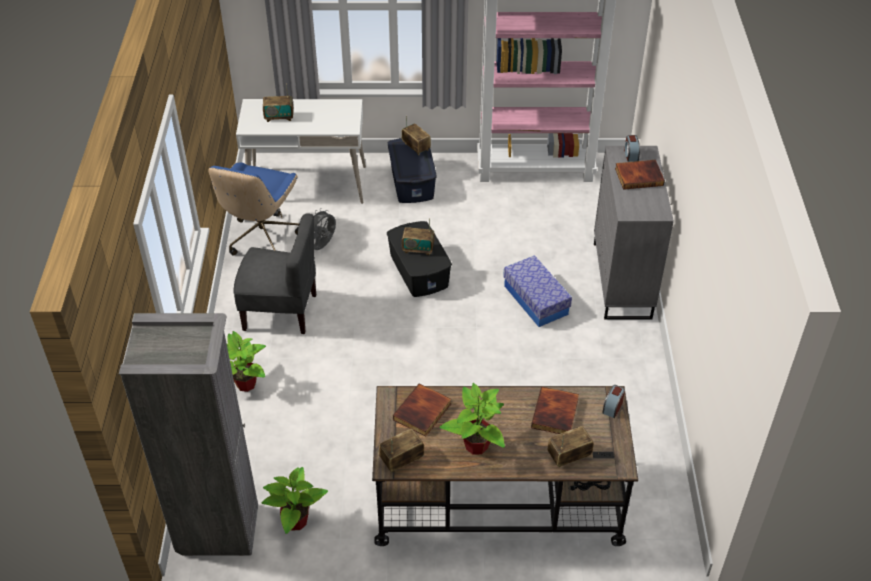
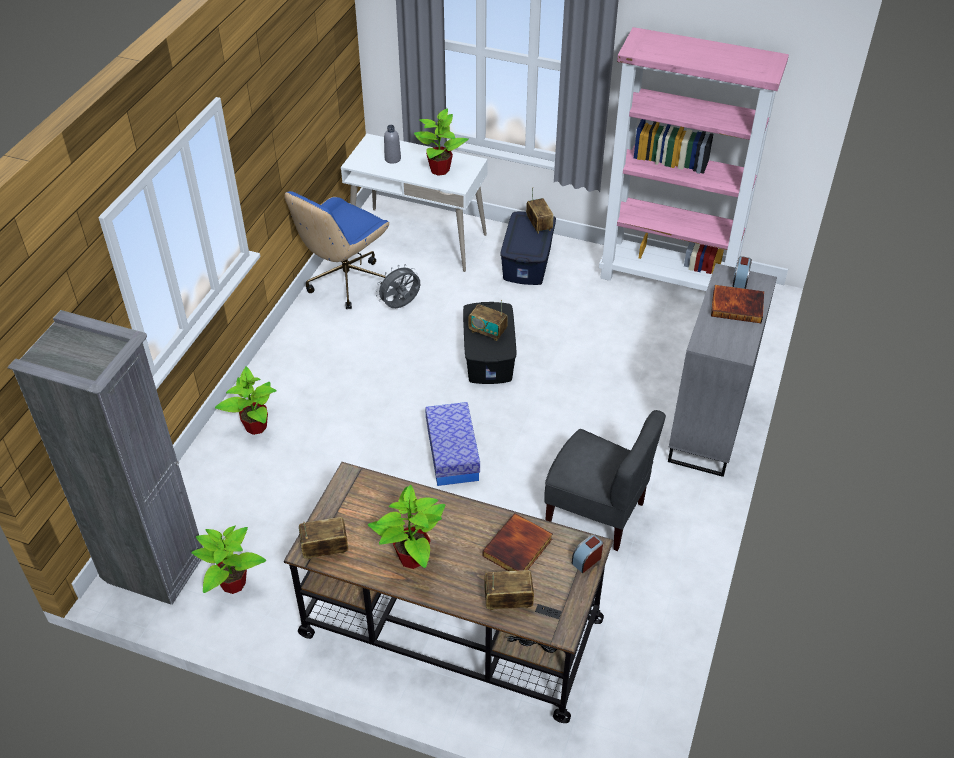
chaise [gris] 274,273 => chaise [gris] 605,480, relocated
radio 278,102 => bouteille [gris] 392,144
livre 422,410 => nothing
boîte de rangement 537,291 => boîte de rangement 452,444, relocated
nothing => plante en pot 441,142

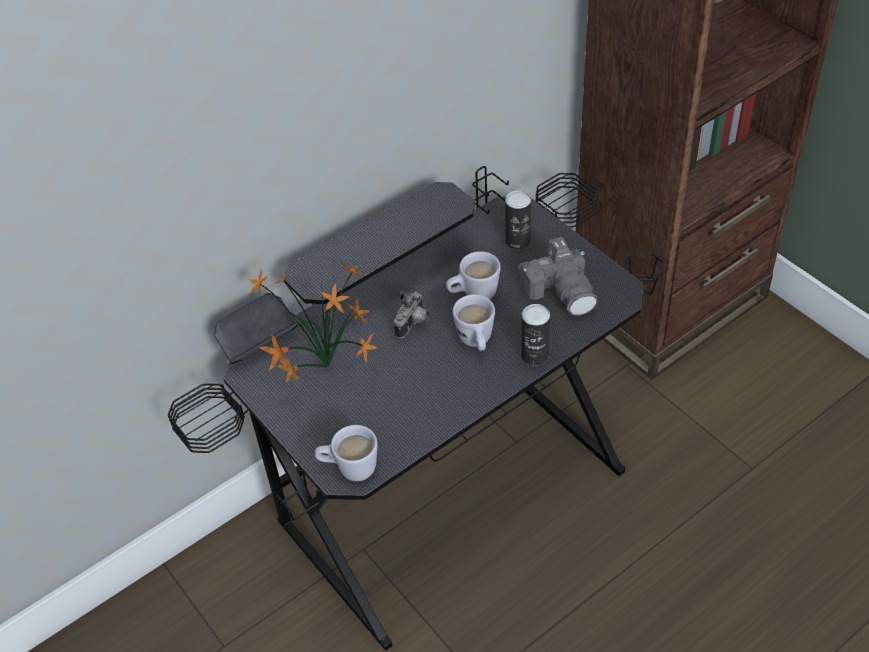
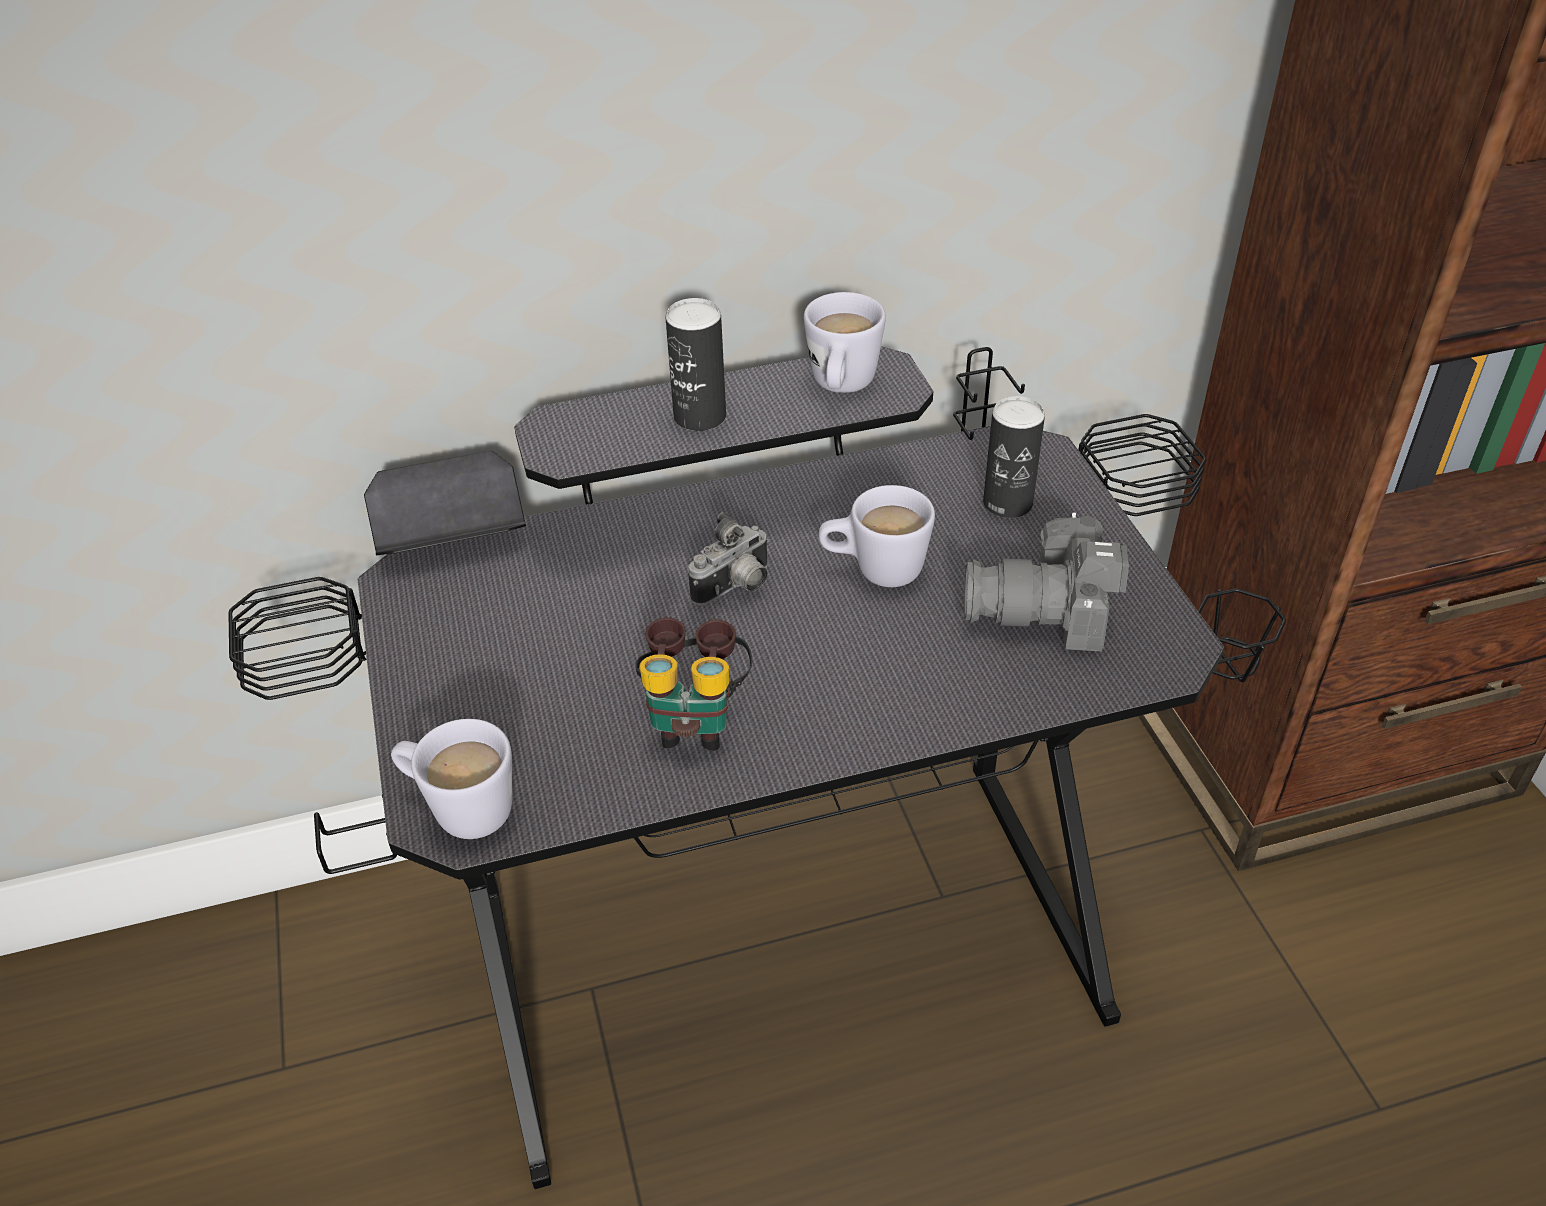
plante en pot 312,321 => nothing
mug [blanc] 474,322 => mug [blanc] 845,342, relocated
appareil photo 557,276 => appareil photo 1046,582, 90 degrees clockwise
boîte métallique 535,335 => boîte métallique 695,364, relocated
nothing => jumelles 693,684

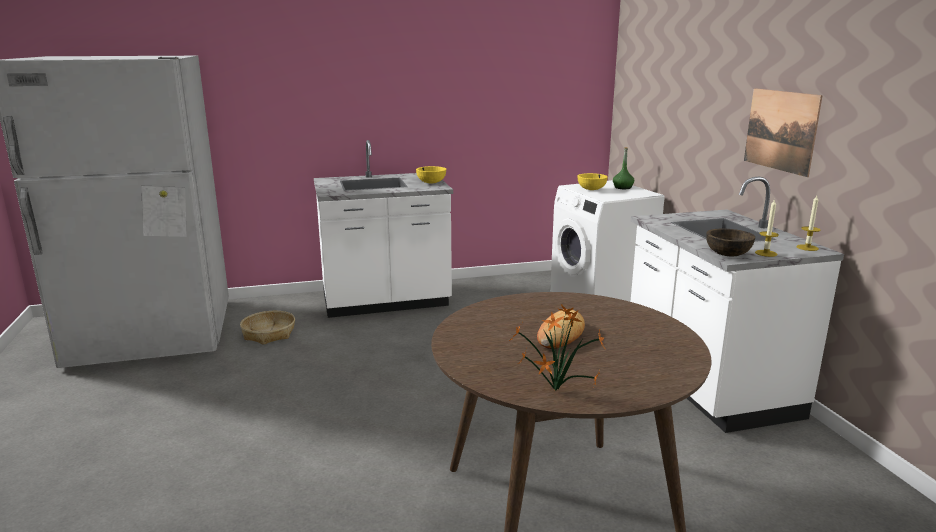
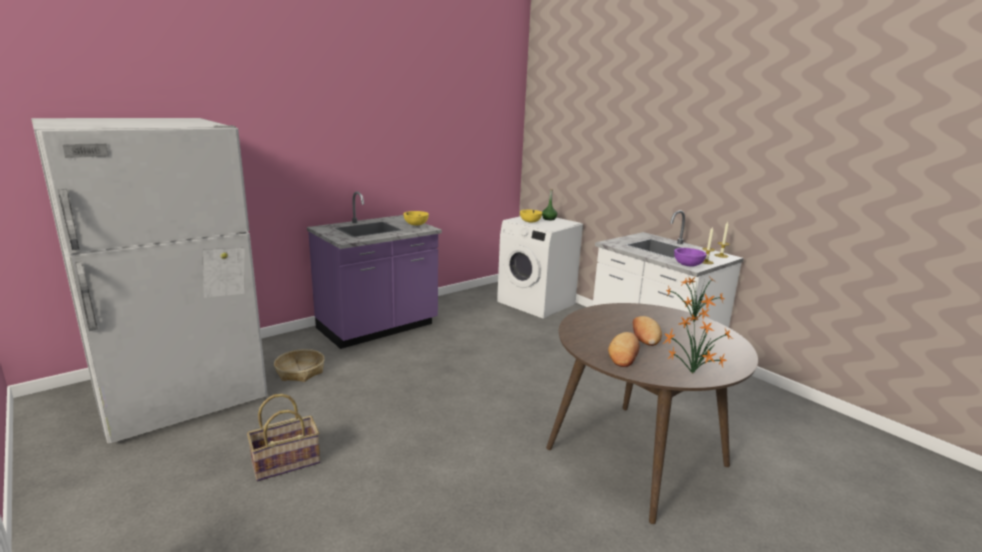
comptoir de cuisine [blanc] 383,229 => comptoir de cuisine [violet] 374,270
bol [marron] 730,242 => bol [violet] 690,257
tableau 783,132 => nothing
nothing => panier 283,437
nothing => pain 624,349
nothing => plante en pot 695,299

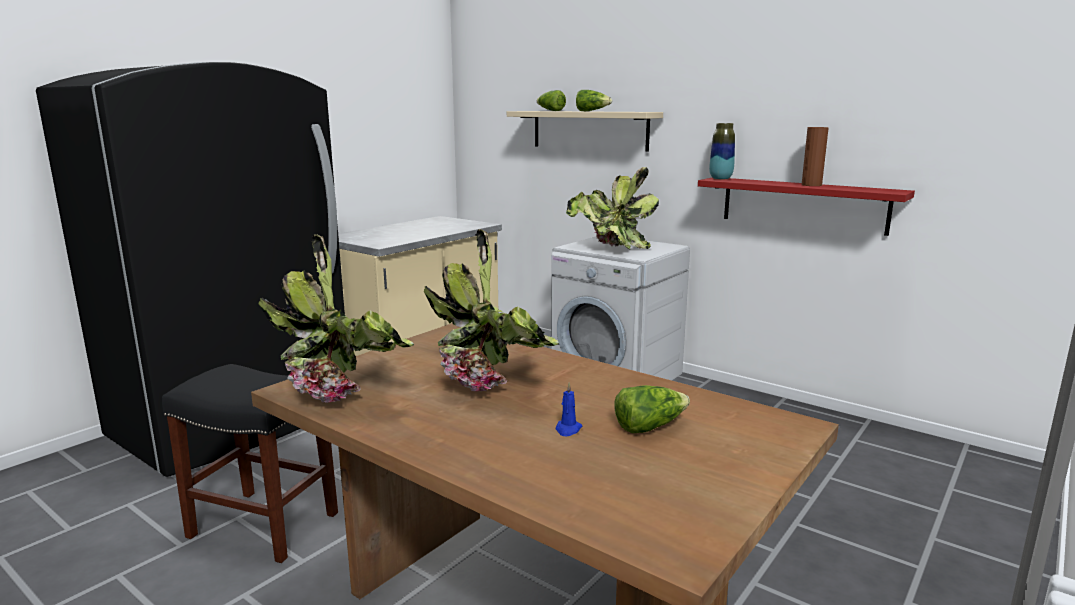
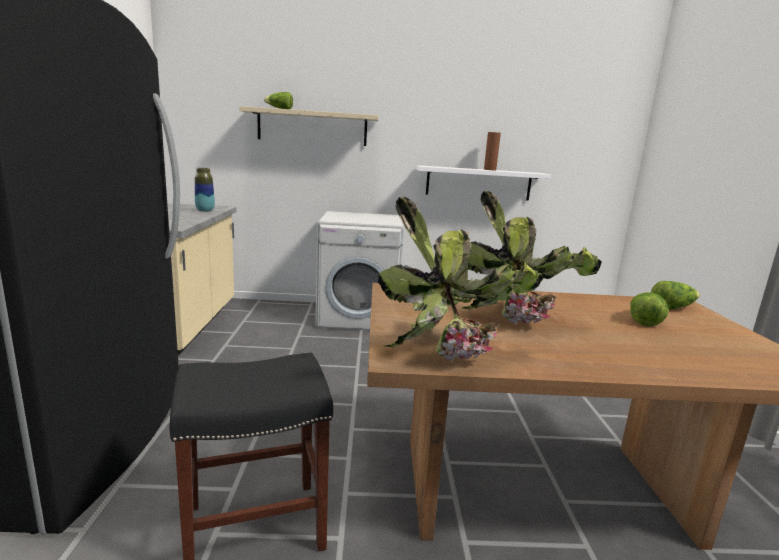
bougie [bleu] 569,409 => nothing
plante en pot 612,208 => nothing
laitue 594,100 => laitue 675,295, relocated
étagère [rouge] 806,207 => étagère [blanc] 484,183
vase 722,151 => vase 205,190, relocated

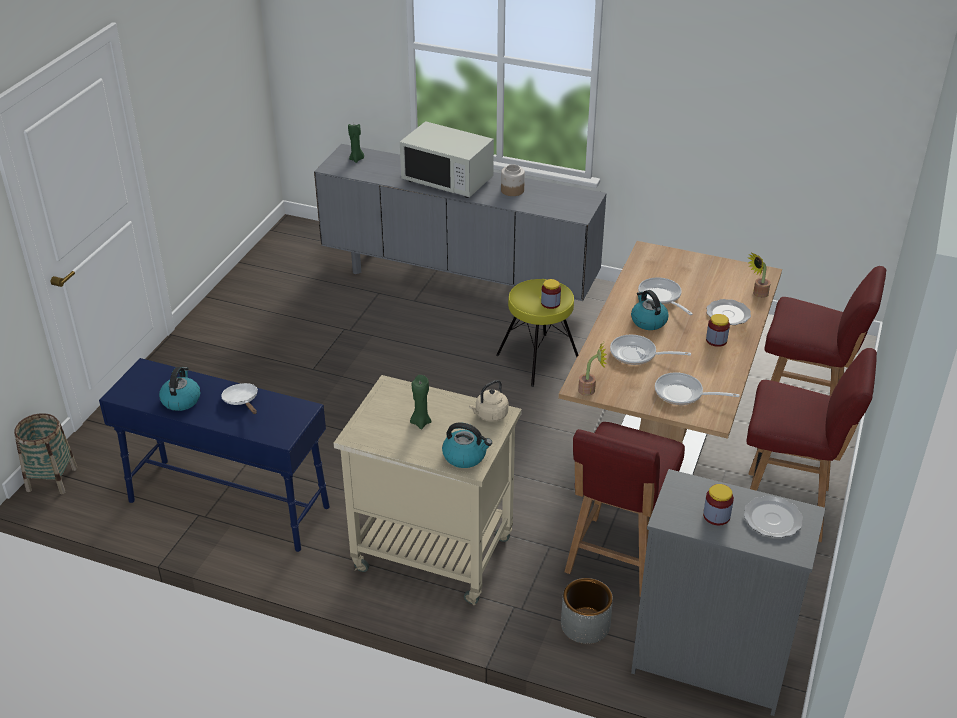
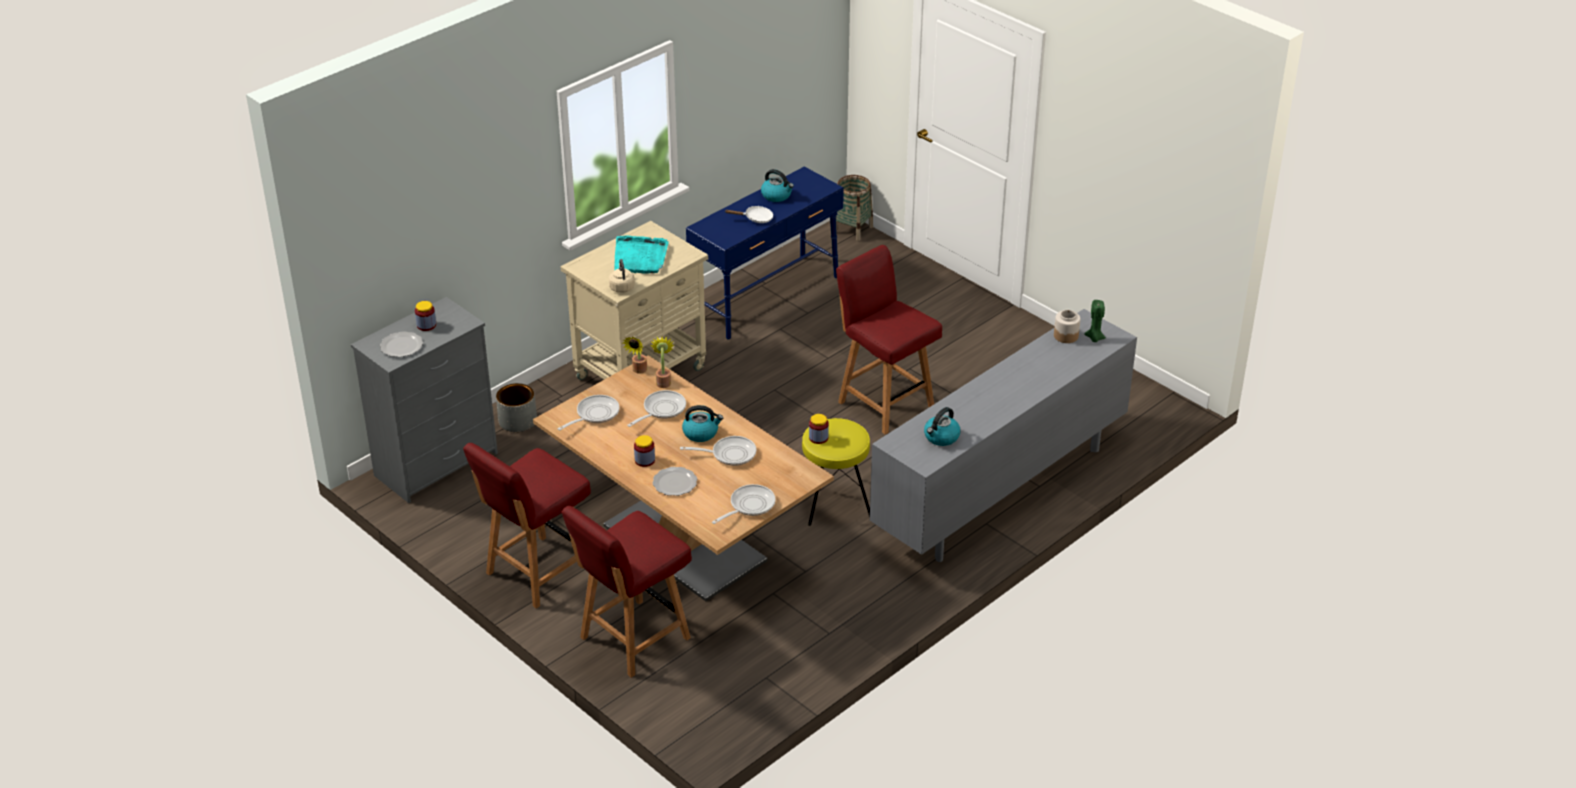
micro-ondes [blanc] 447,159 => nothing
bougie [vert] 421,402 => plateau [turquoise] 642,254
bouilloire 467,445 => bouilloire 942,426, relocated
bocal 513,180 => bocal 1067,326, relocated
chaise [rouge] 624,509 => chaise [rouge] 889,340, relocated
plante en pot 760,275 => plante en pot 662,362, relocated
nothing => poêle 744,504

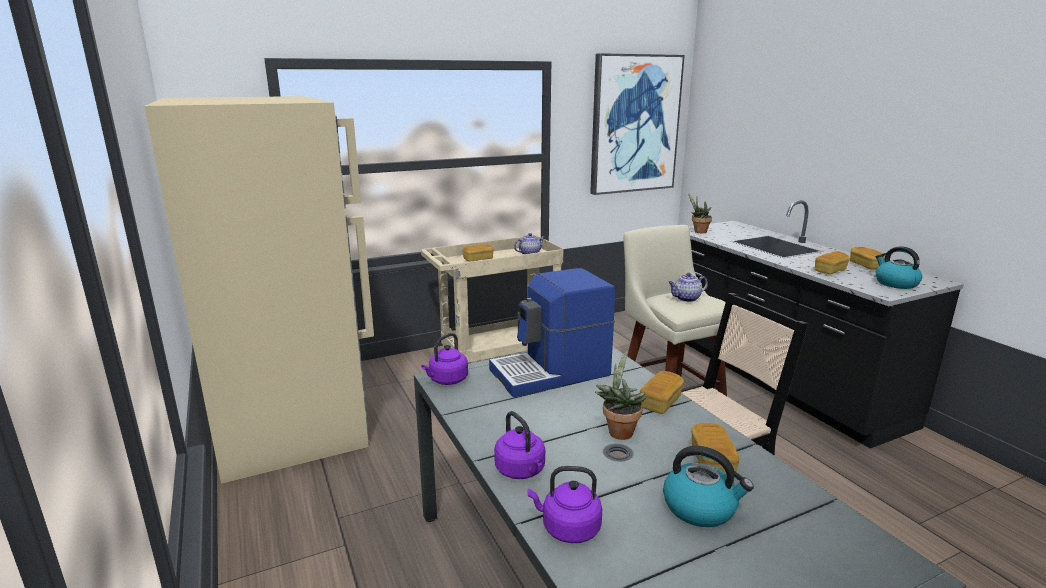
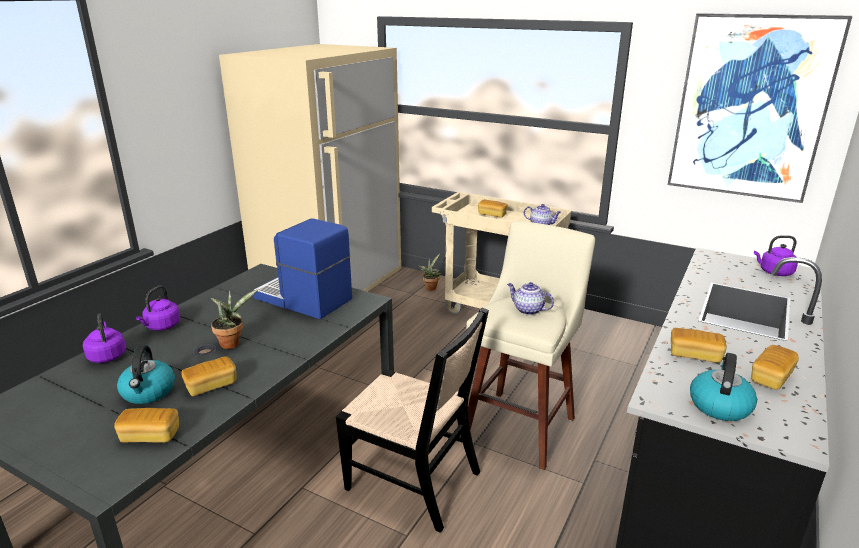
bouilloire [violet] 444,359 => bouilloire [violet] 776,255, relocated
pain 662,392 => pain 146,425, relocated
plante en pot 700,213 => plante en pot 429,272, relocated

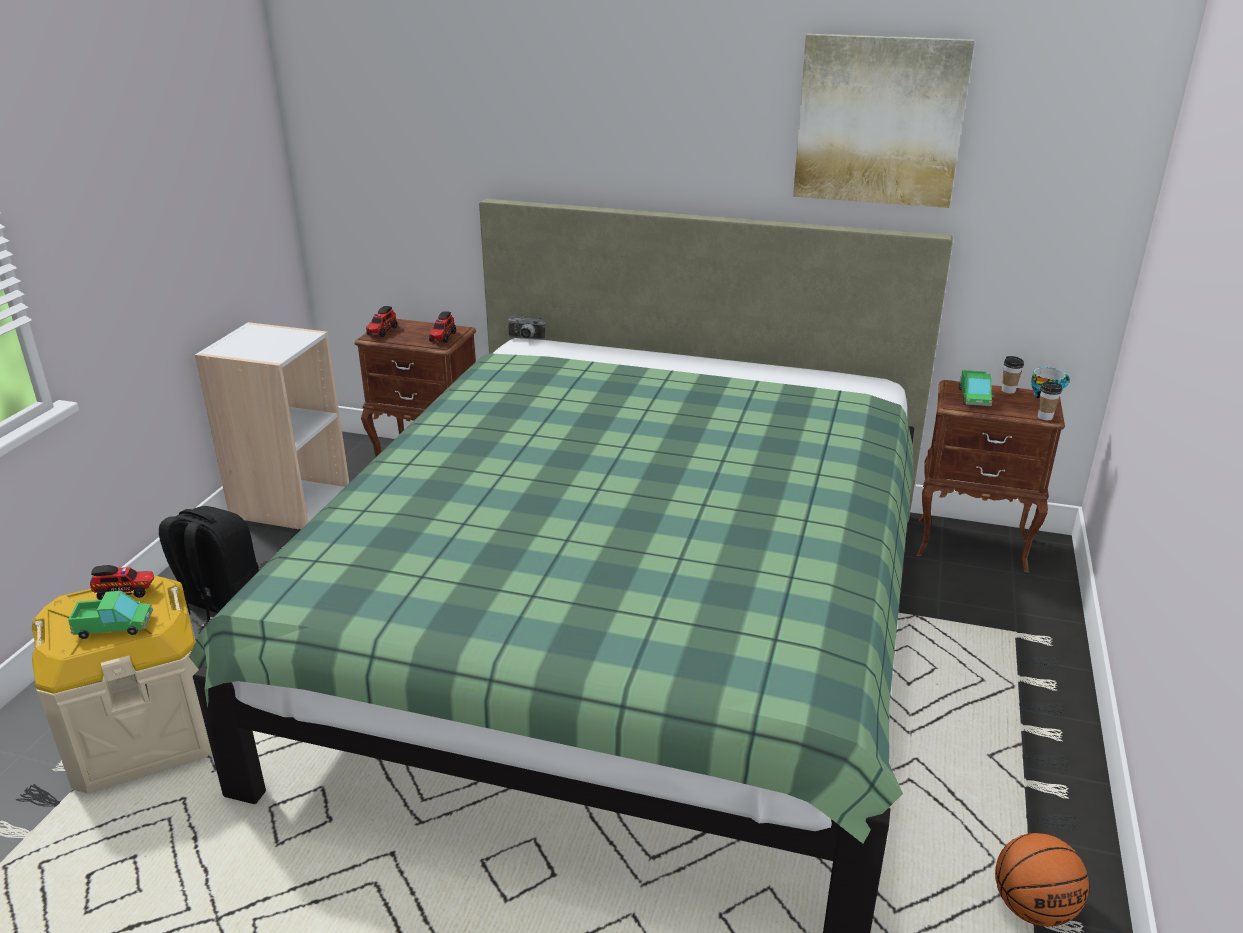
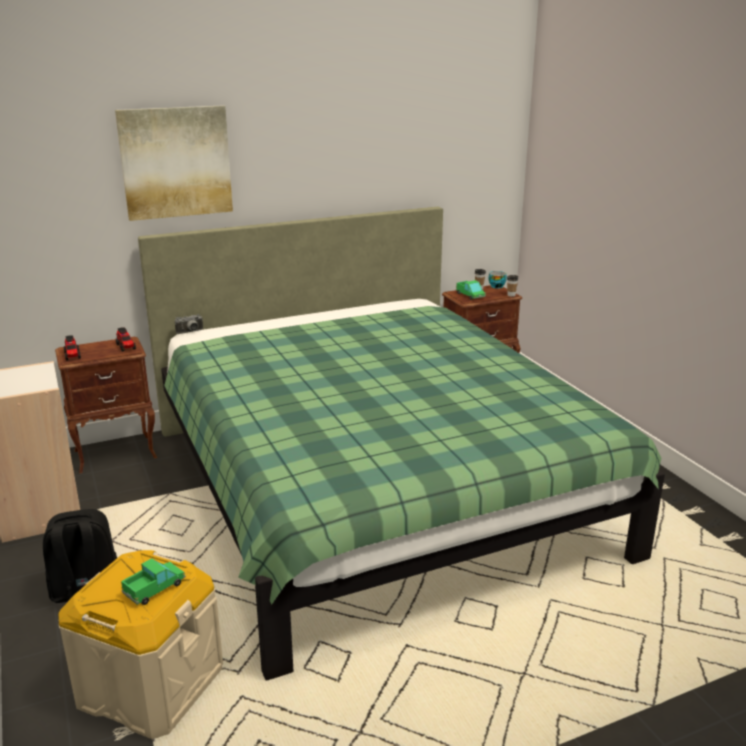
camion jouet 122,582 => nothing
tableau 884,121 => tableau 174,163, relocated
ballon de basket 1042,880 => nothing

